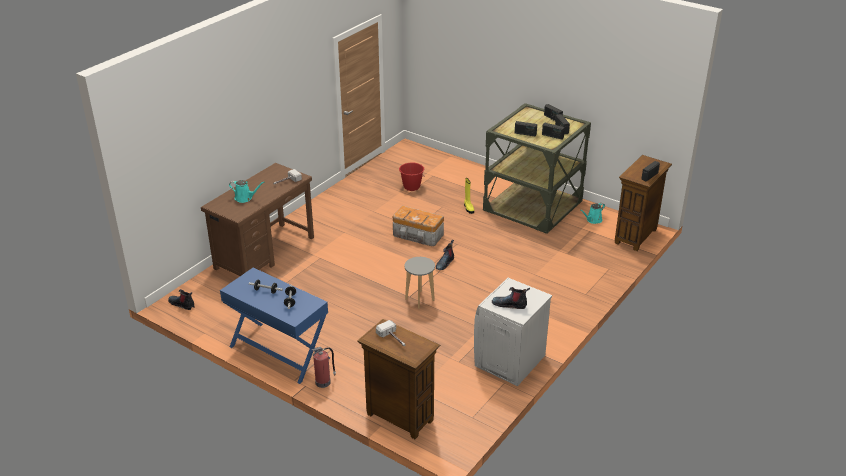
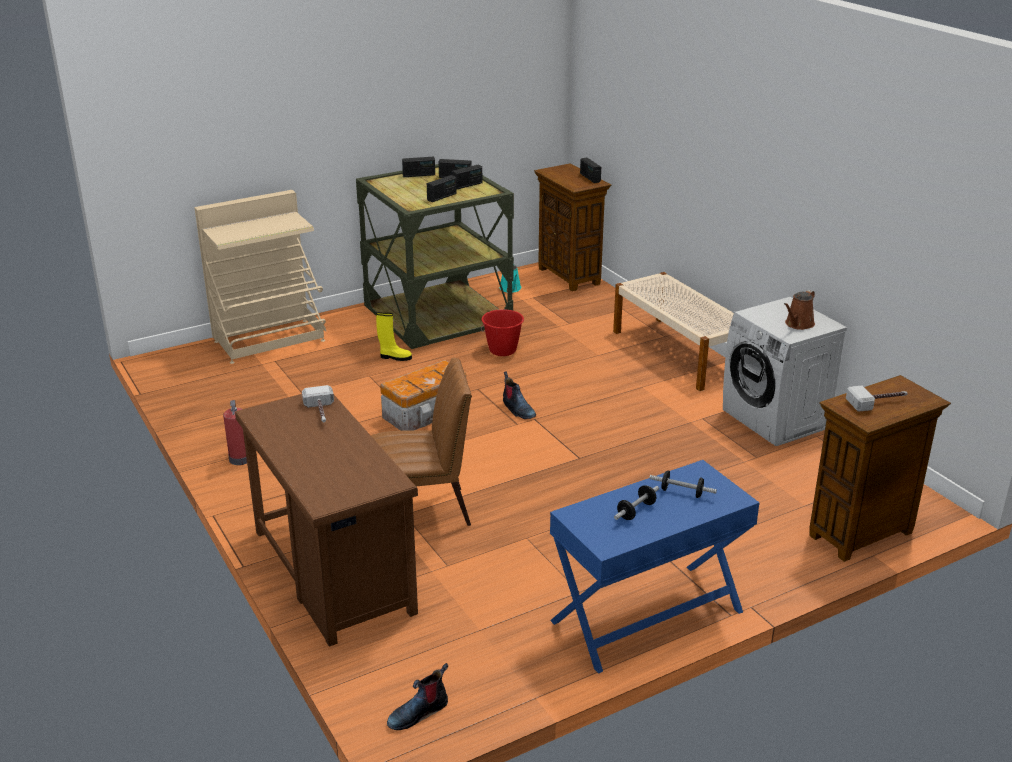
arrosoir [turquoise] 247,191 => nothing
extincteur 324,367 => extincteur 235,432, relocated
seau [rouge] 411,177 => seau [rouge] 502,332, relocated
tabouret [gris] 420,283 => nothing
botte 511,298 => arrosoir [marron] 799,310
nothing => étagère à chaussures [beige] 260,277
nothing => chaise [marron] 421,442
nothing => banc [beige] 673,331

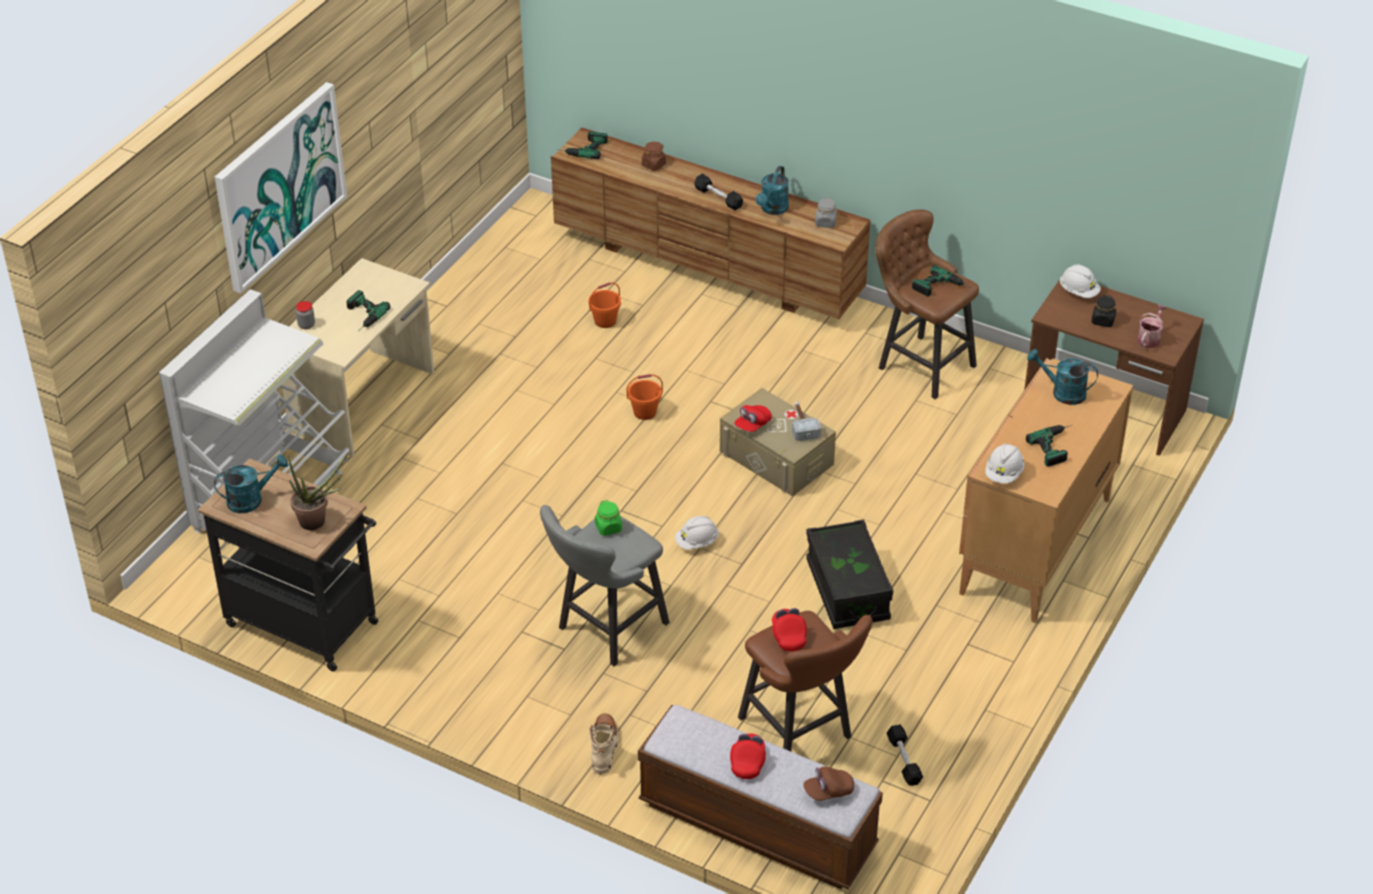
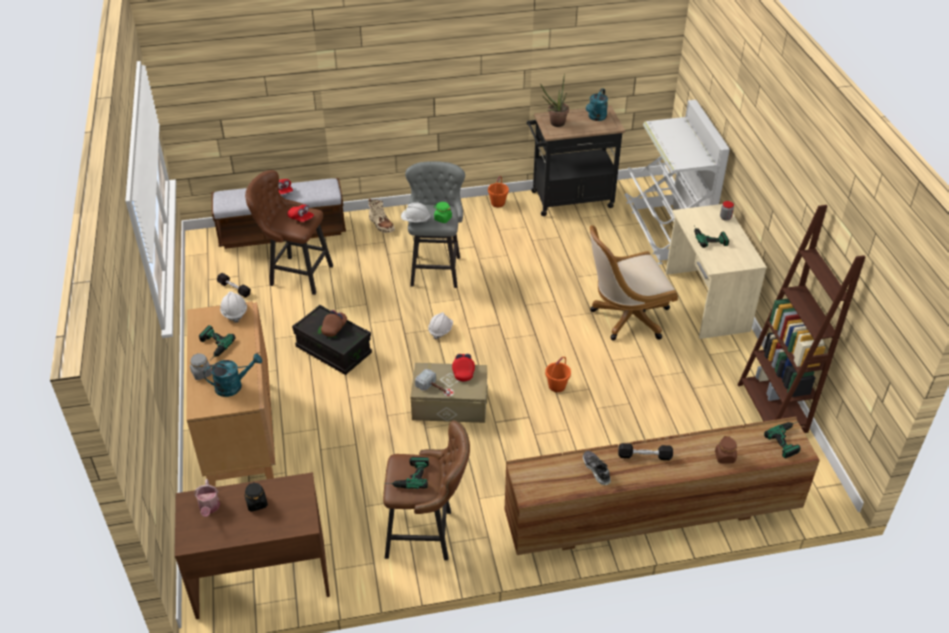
tableau 281,187 => nothing
seau [orange] 604,305 => seau [orange] 498,191, relocated
arrosoir [turquoise] 772,190 => chaussure 597,468
casquette [marron] 828,783 => casquette [marron] 334,323, relocated
bocal [gris] 826,213 => bocal [gris] 201,366, relocated
casque de chantier [blanc] 1080,281 => casque de chantier [blanc] 416,212, relocated
nothing => chaise de bureau 634,282
nothing => bibliothèque [marron] 802,319

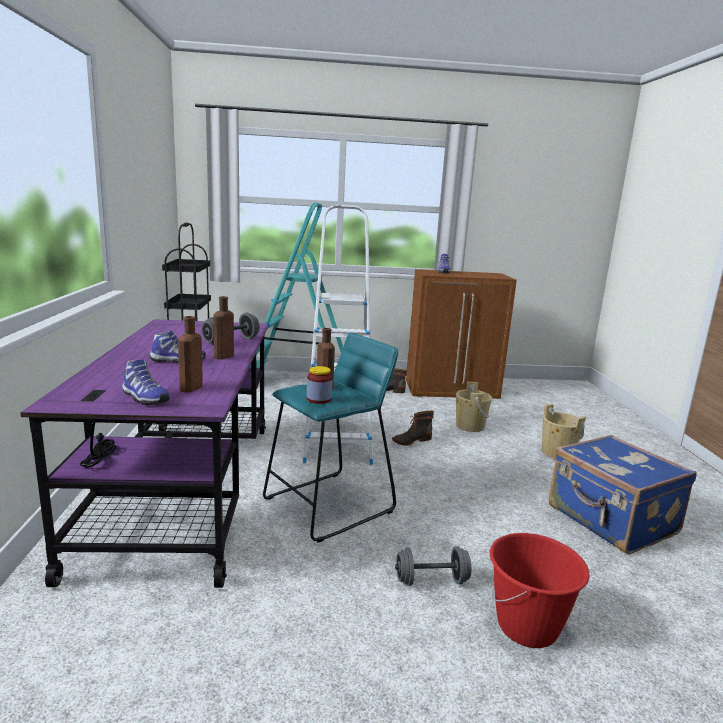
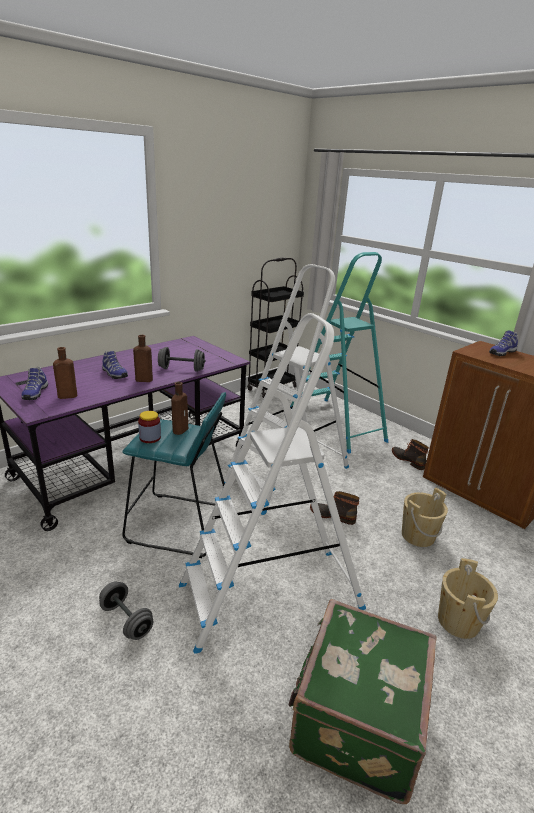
seau [rouge] 540,590 => nothing
valise [bleu] 623,494 => valise [vert] 363,701
nothing => escabeau [blanc] 272,483

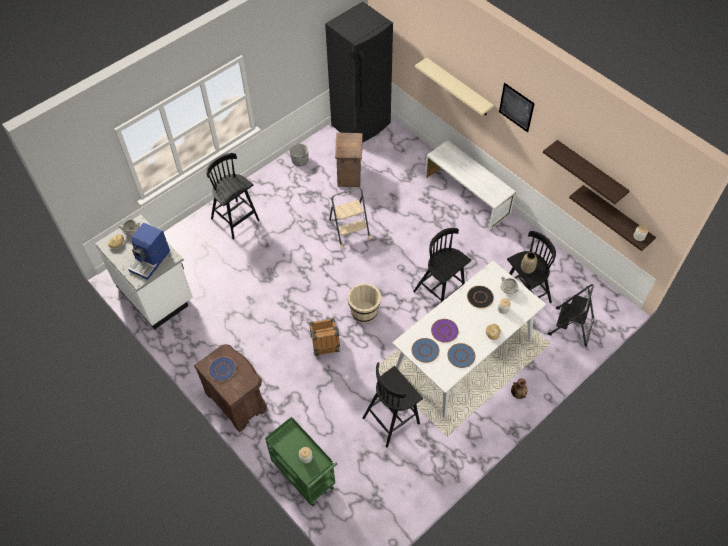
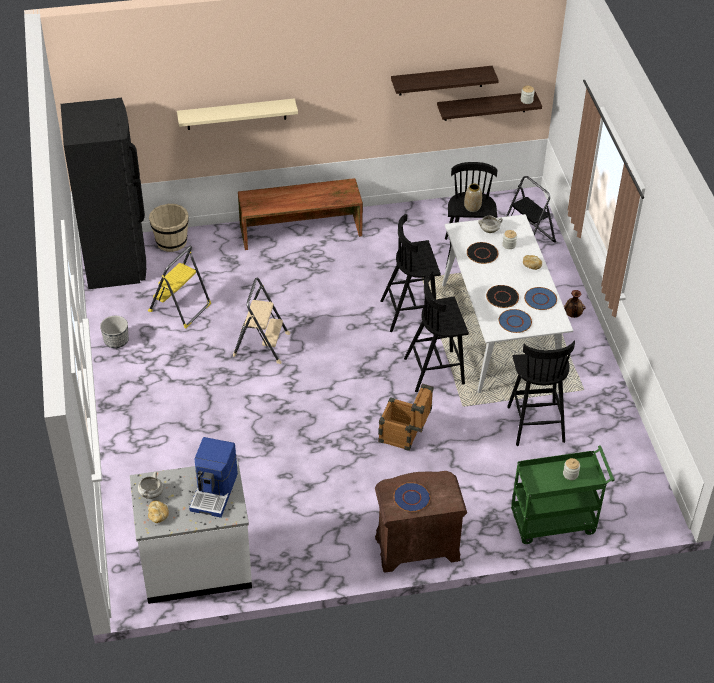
machine à café 149,251 => machine à café 213,477, 45 degrees clockwise
tabouret [noir] 233,196 => tabouret [noir] 436,331, relocated
caisse 349,160 => escabeau [jaune] 179,287
seau [beige] 364,303 => seau [beige] 169,228, relocated
banc [blanc] 470,185 => banc [marron] 300,214
assiette [violet] 445,331 => assiette [noir] 502,296
tableau 517,107 => nothing

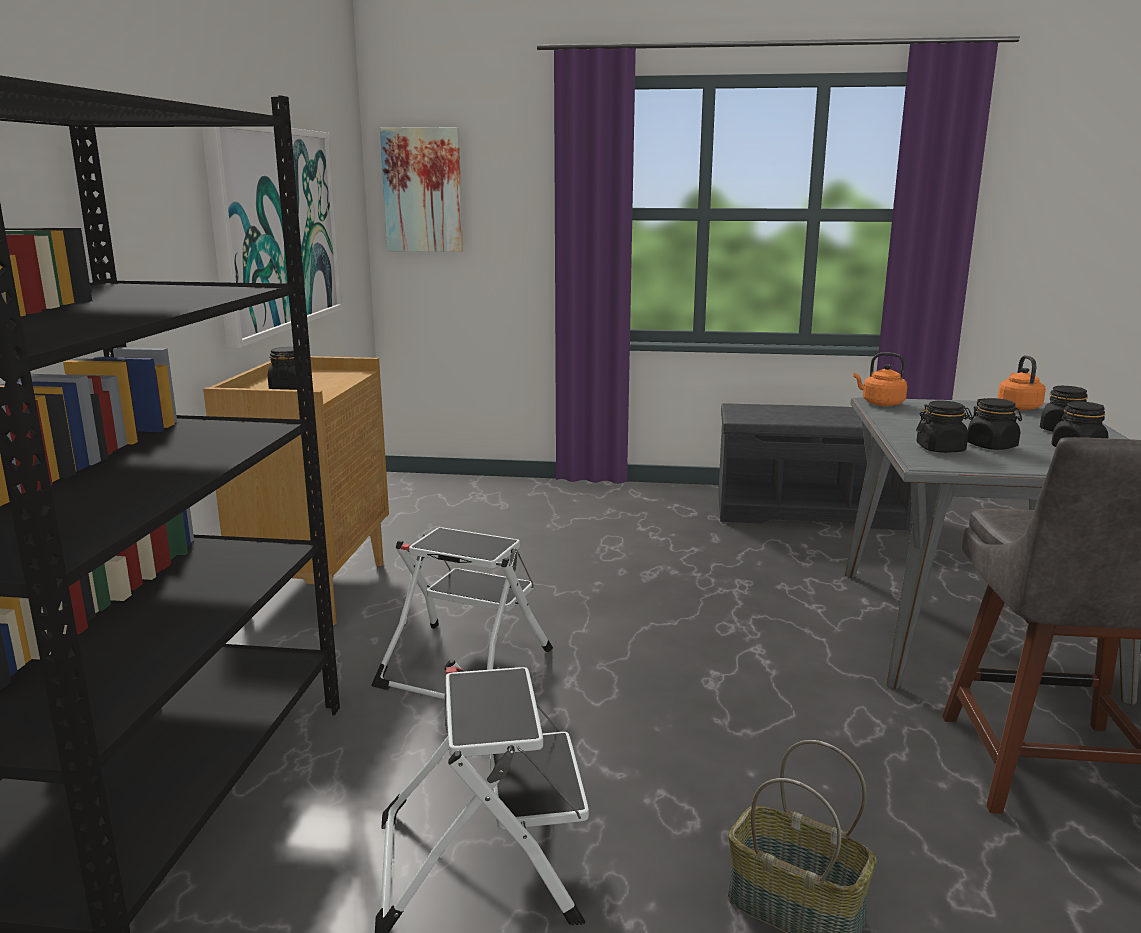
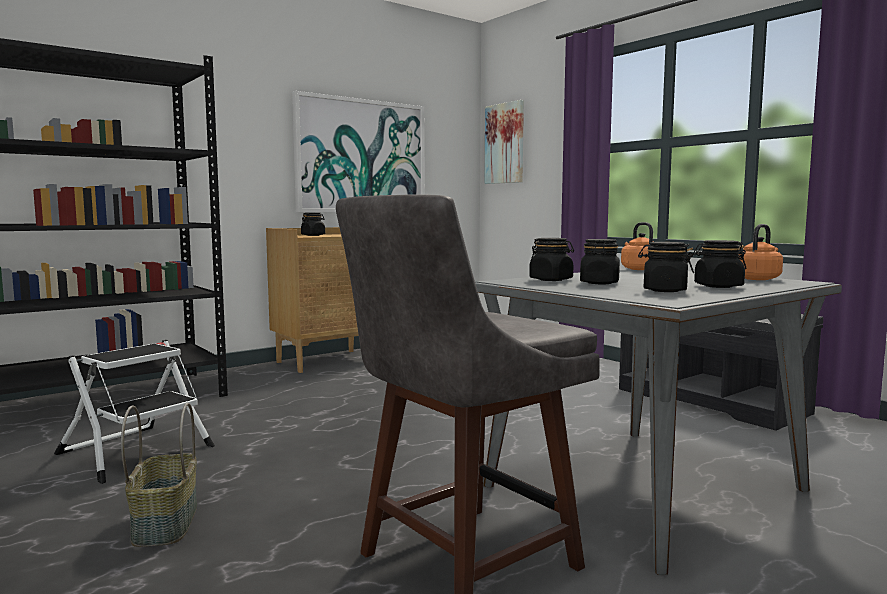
escabeau 462,613 => nothing

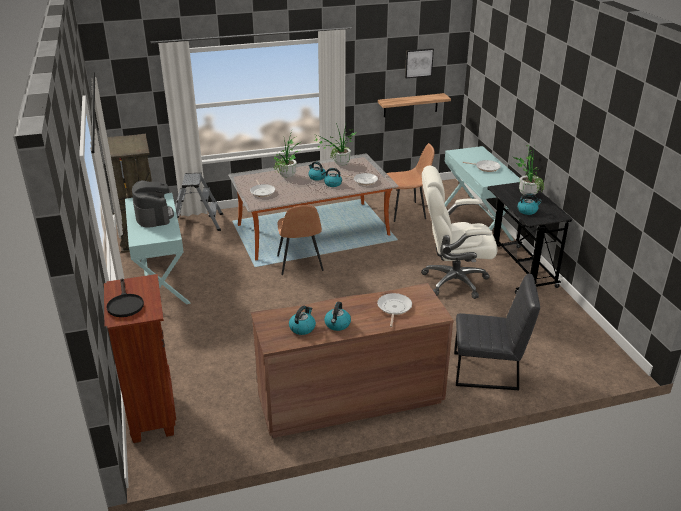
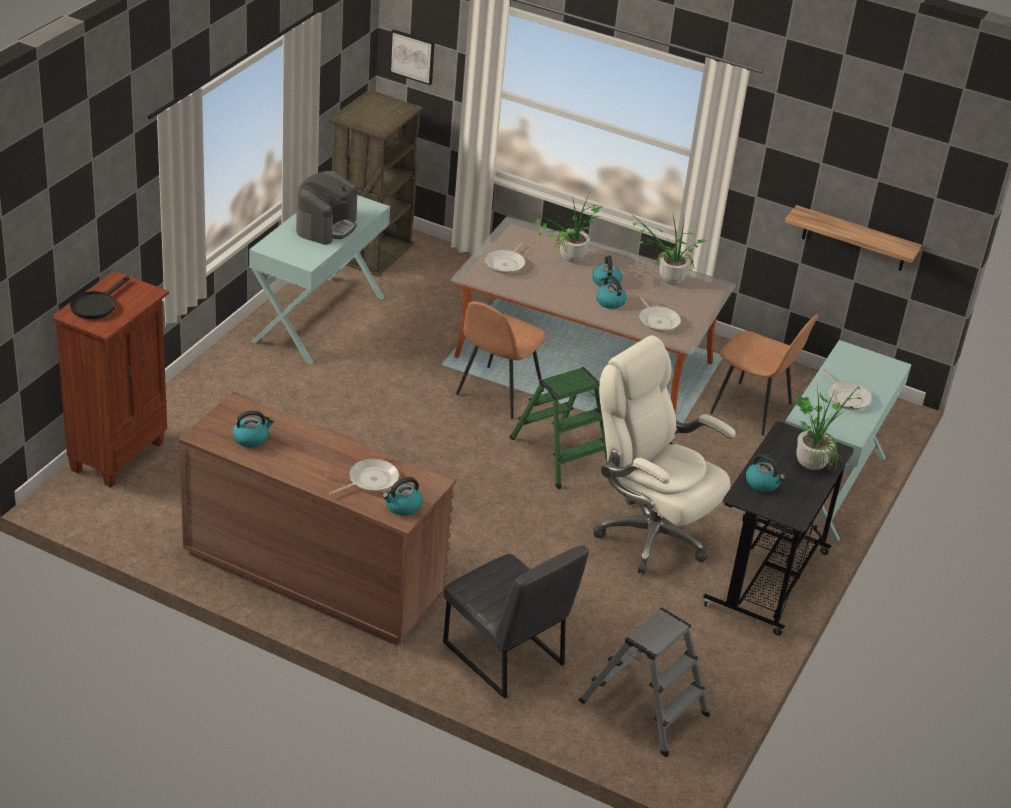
escabeau [gris] 199,202 => escabeau [gris] 644,682, relocated
bouilloire 337,316 => bouilloire 403,496, relocated
tableau 419,63 => tableau 412,57, relocated
nothing => escabeau [vert] 558,428

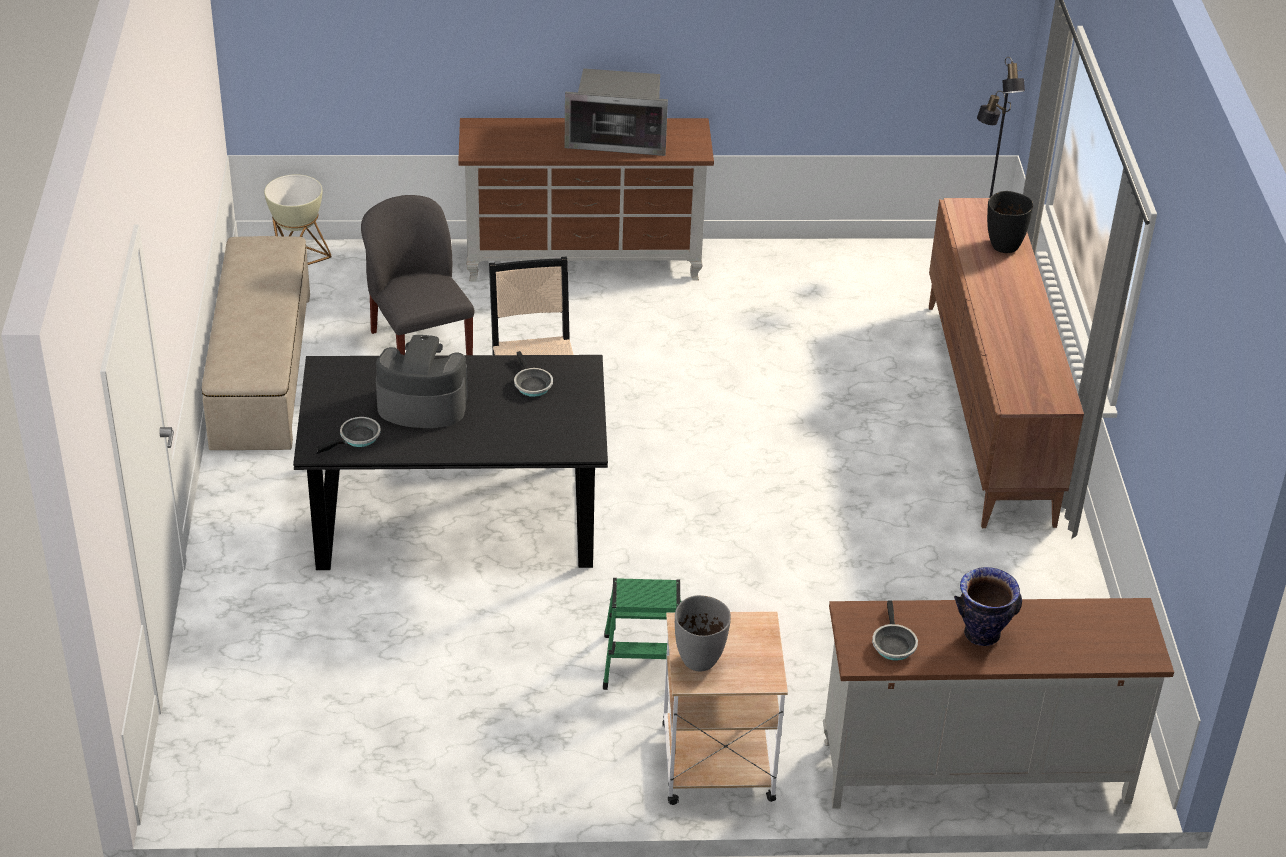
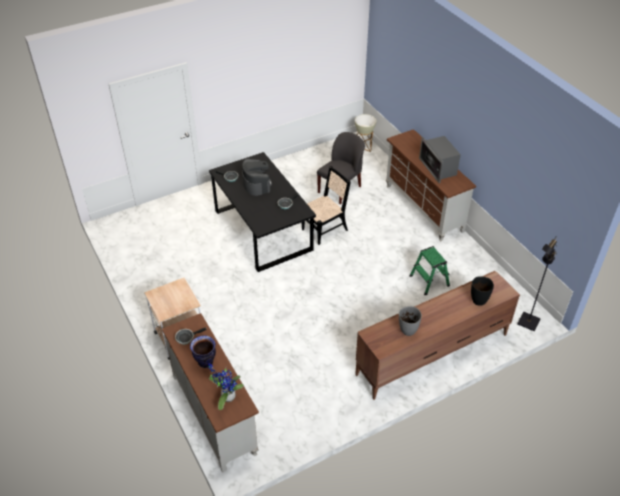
banc [beige] 256,343 => nothing
escabeau [vert] 642,634 => escabeau [vert] 430,270, relocated
vase [gris] 703,633 => vase [gris] 410,321, relocated
nothing => plante en pot 226,387

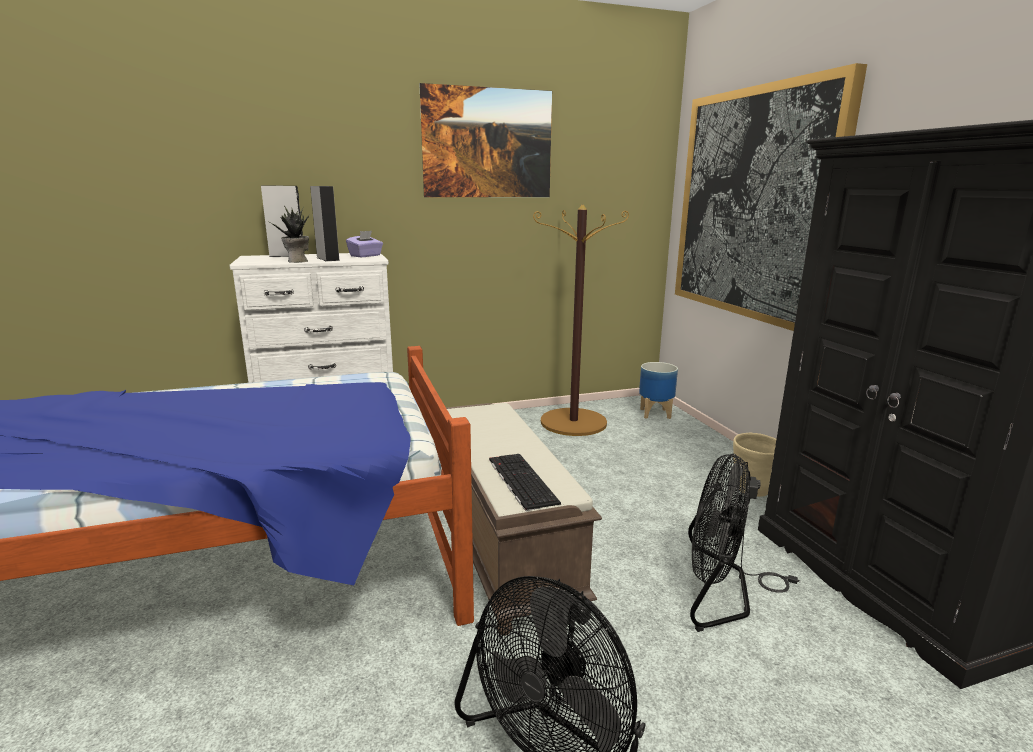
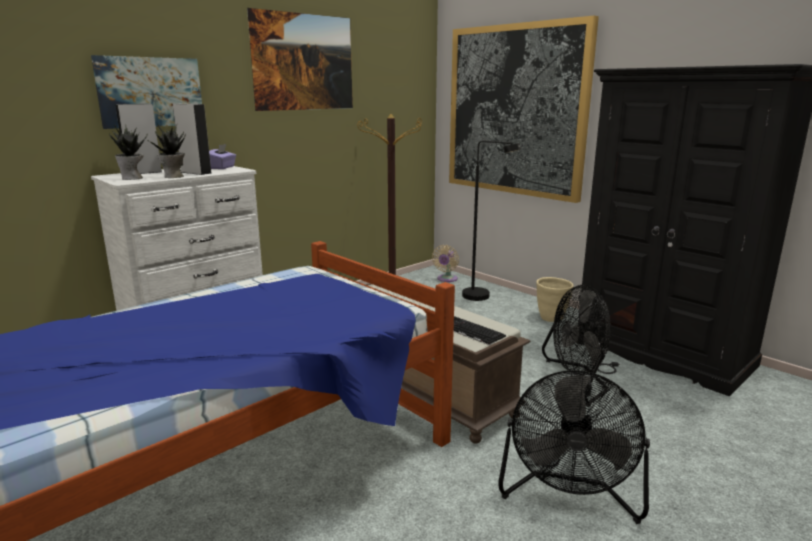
cache-pot 658,390 => ventilateur [beige] 445,263
nothing => tableau 146,92
nothing => plante en pot 128,152
nothing => lampadaire [noir] 491,221

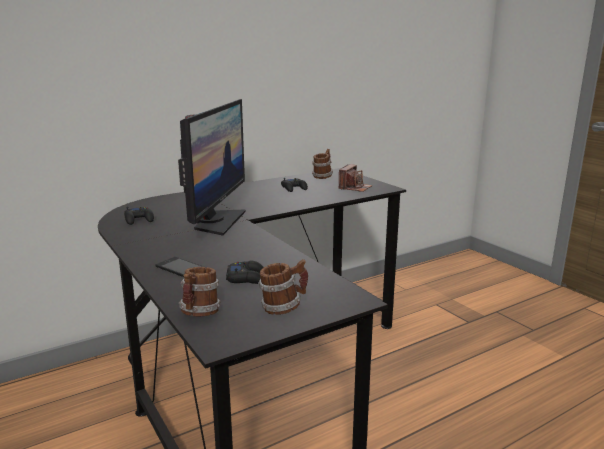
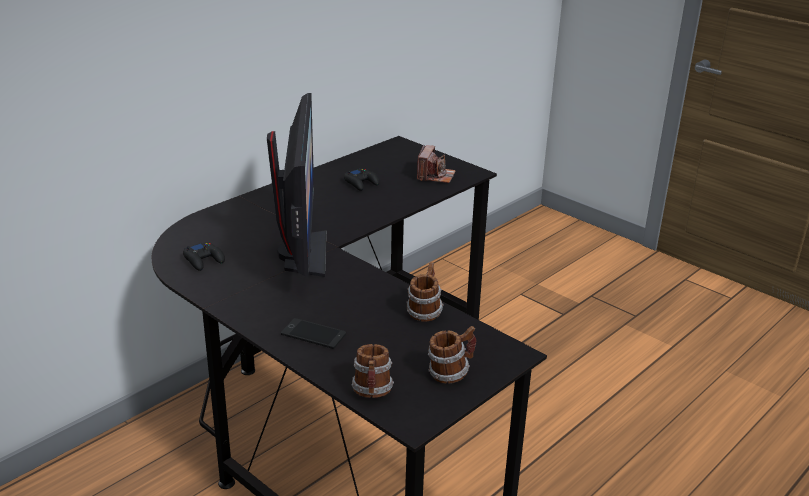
manette [noir] 245,272 => nothing
mug 322,164 => mug 425,292, relocated

